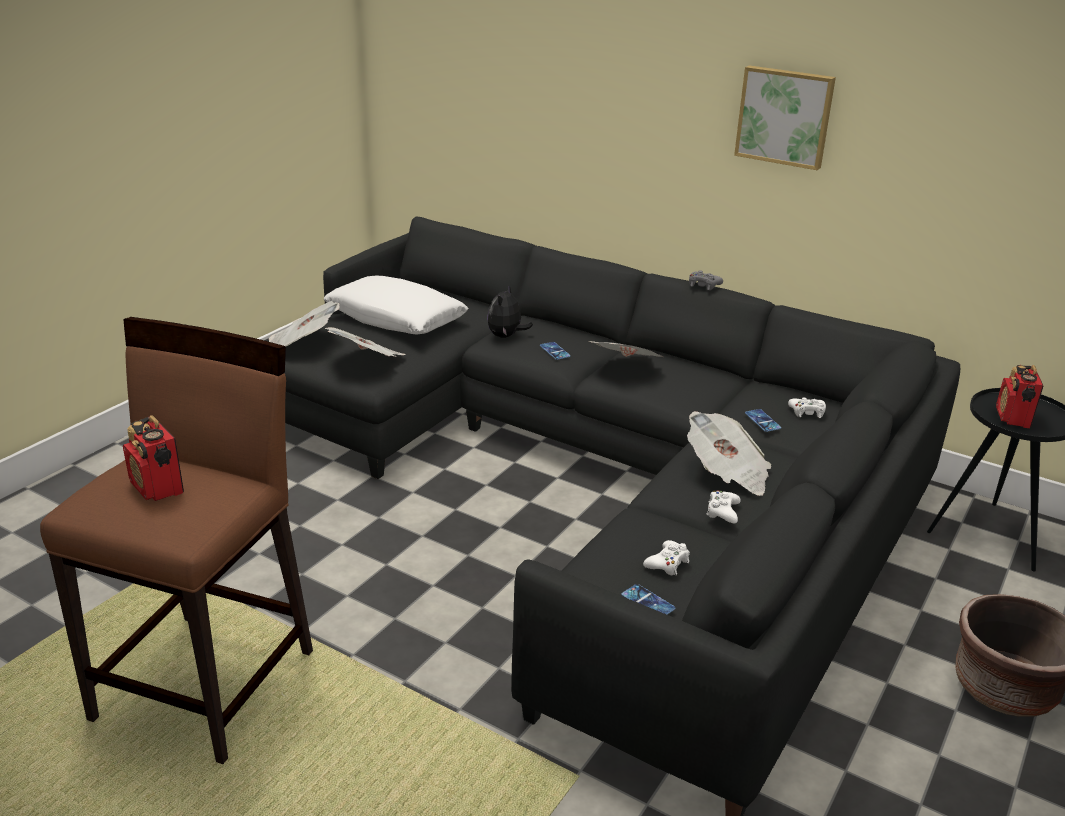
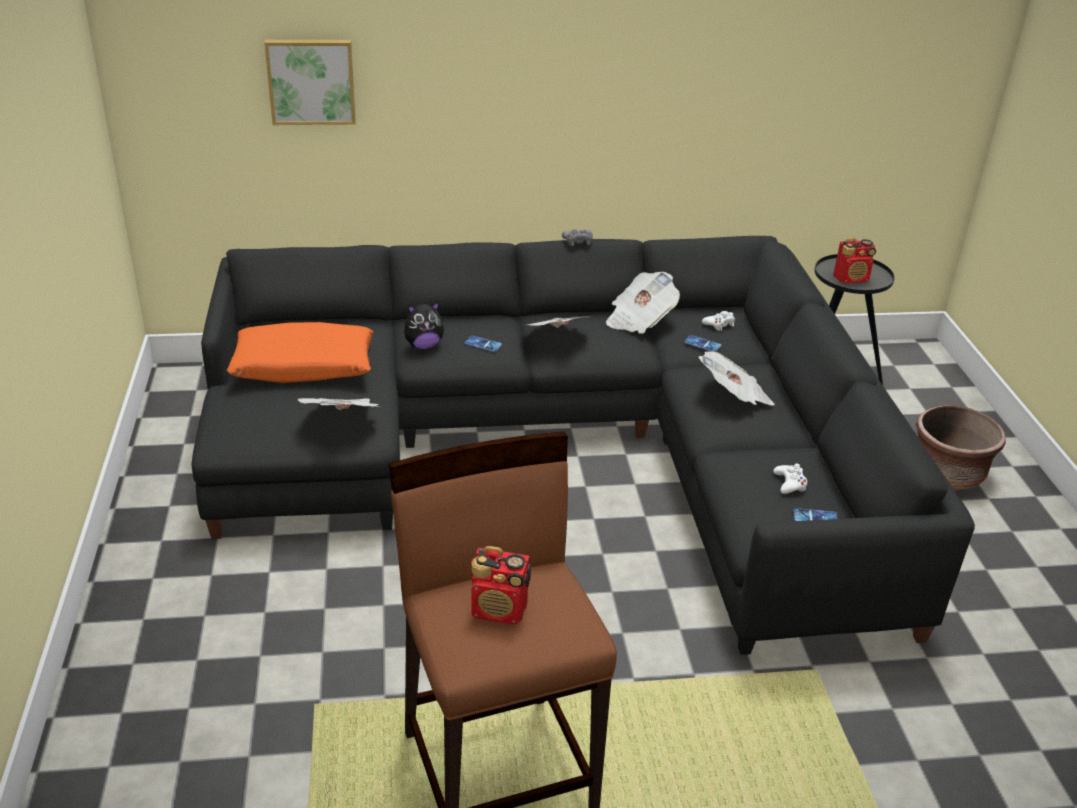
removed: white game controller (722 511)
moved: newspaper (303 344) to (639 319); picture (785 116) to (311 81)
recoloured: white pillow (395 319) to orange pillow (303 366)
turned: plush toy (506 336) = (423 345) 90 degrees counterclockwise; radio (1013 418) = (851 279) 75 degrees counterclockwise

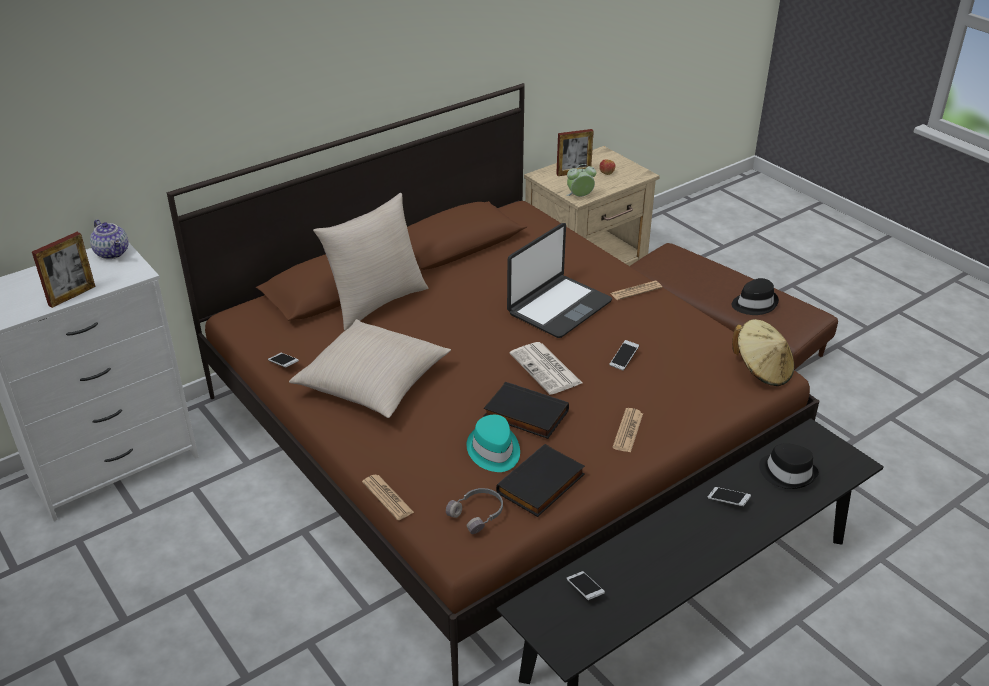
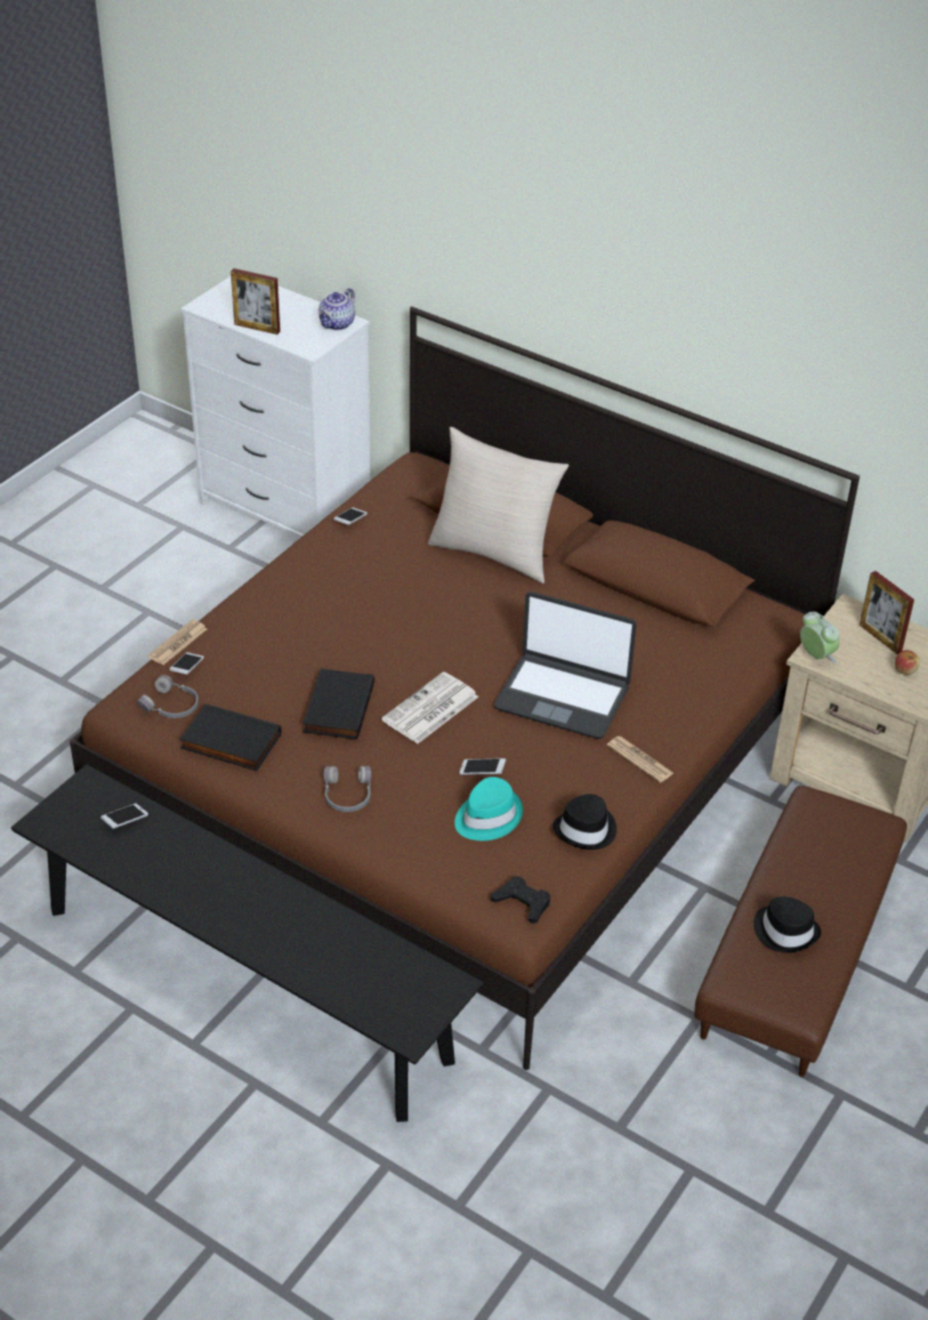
removed: beige pillow (372 383)
moved: turquoise hat (493 451) to (487 817); phone (728 501) to (187 668); black hat (787 473) to (586 830)
replaced: newspaper (628 431) to grey headphones (347 795); beige hat (762 370) to black game controller (522 903)

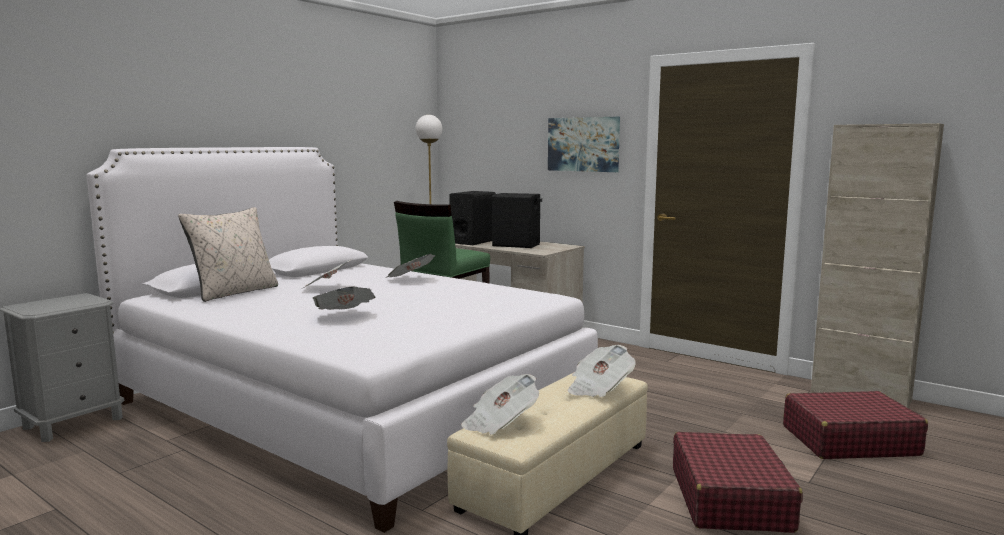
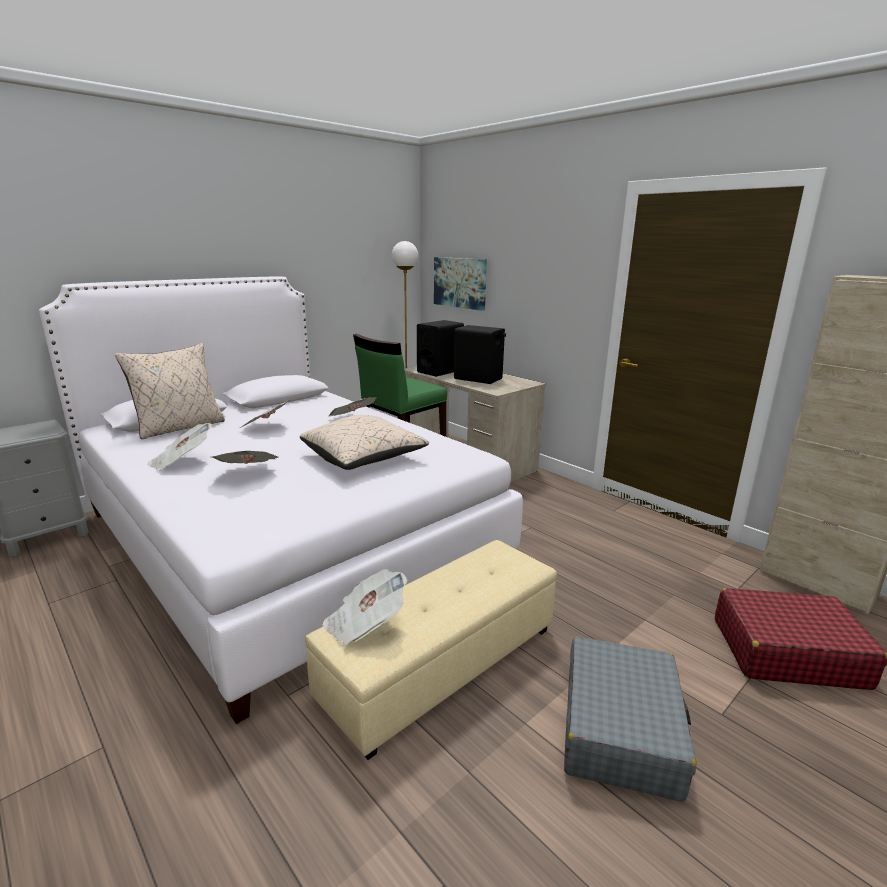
added: beige pillow (364 458)
moved: picture (583 144) to (460 282); newspaper (599 388) to (182 462)
recoloured: red suitcase (730 498) to grey suitcase (620 728)

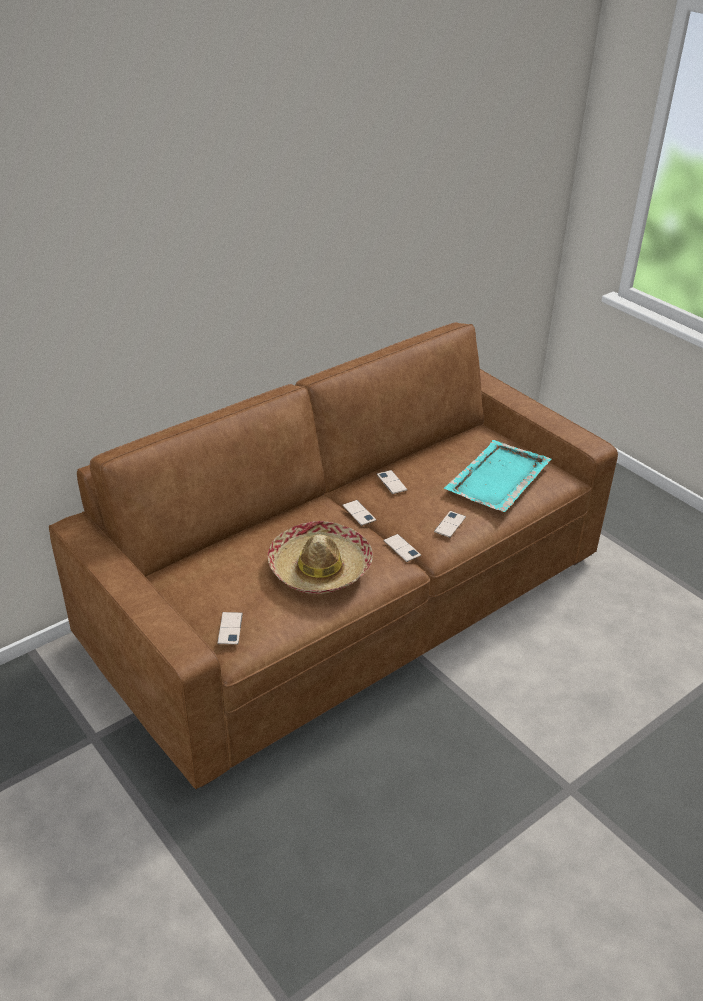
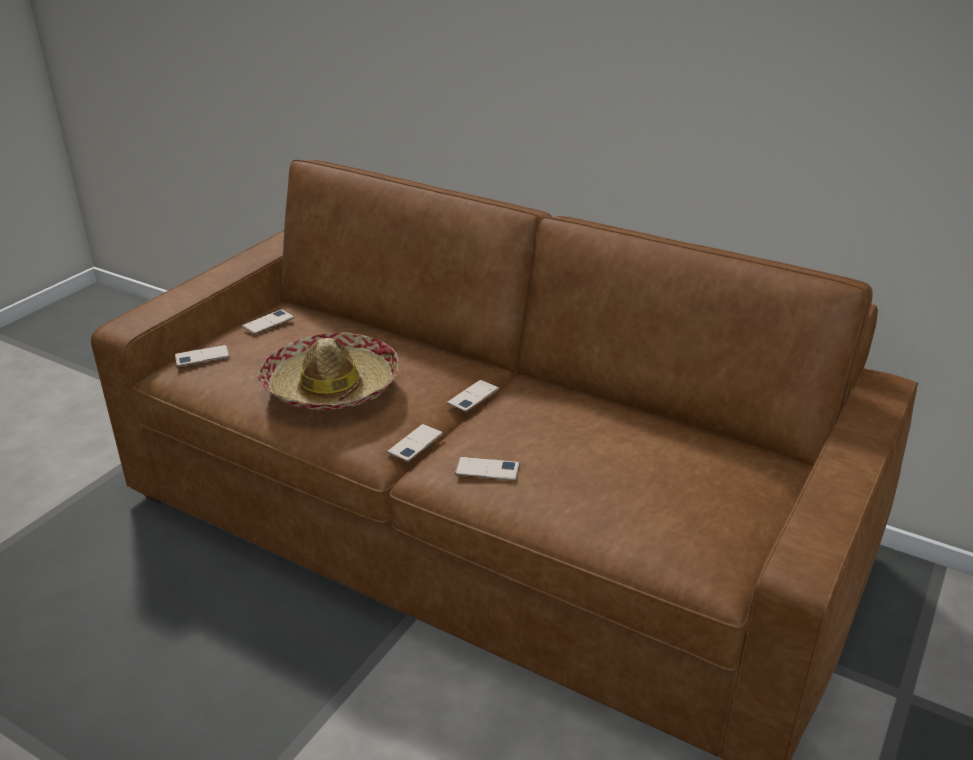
removed: turquoise tray (497 479)
moved: phone (391 482) to (268 322)

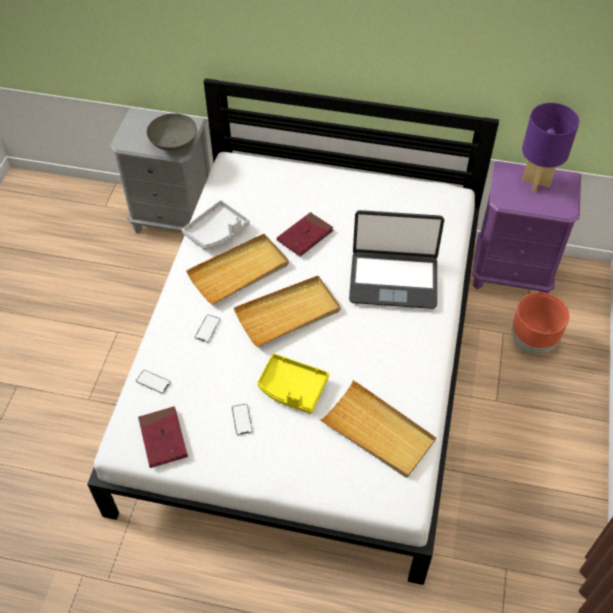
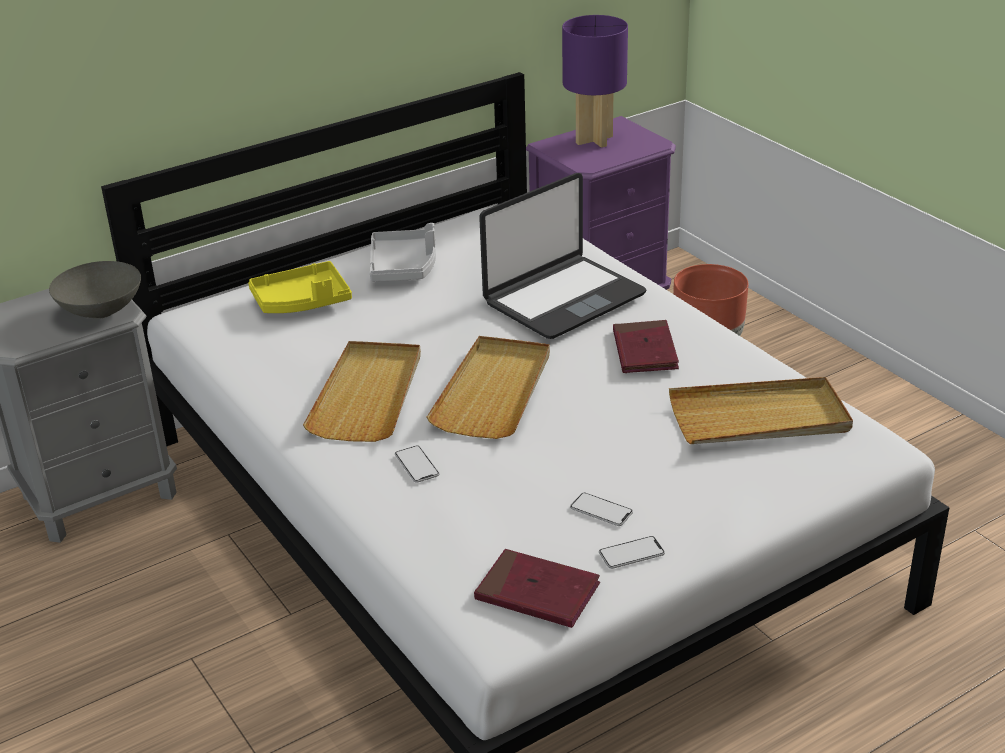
moved: phone (153 382) to (631 553); grey tray (217 232) to (404 266); yellow tray (292 388) to (302 301); red book (305 236) to (644 351)

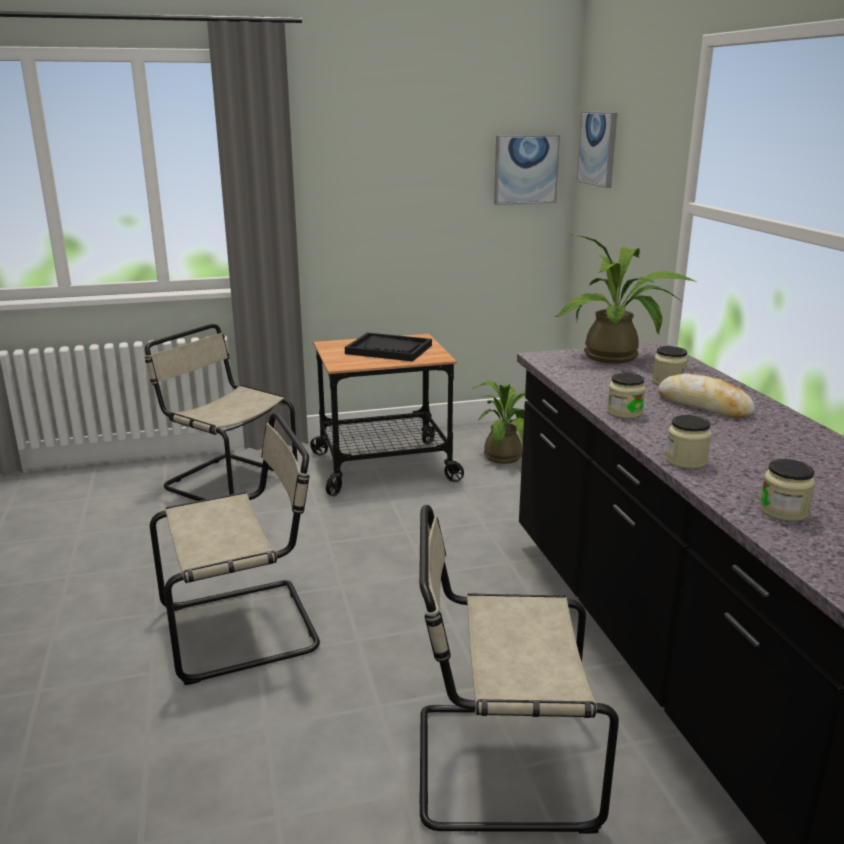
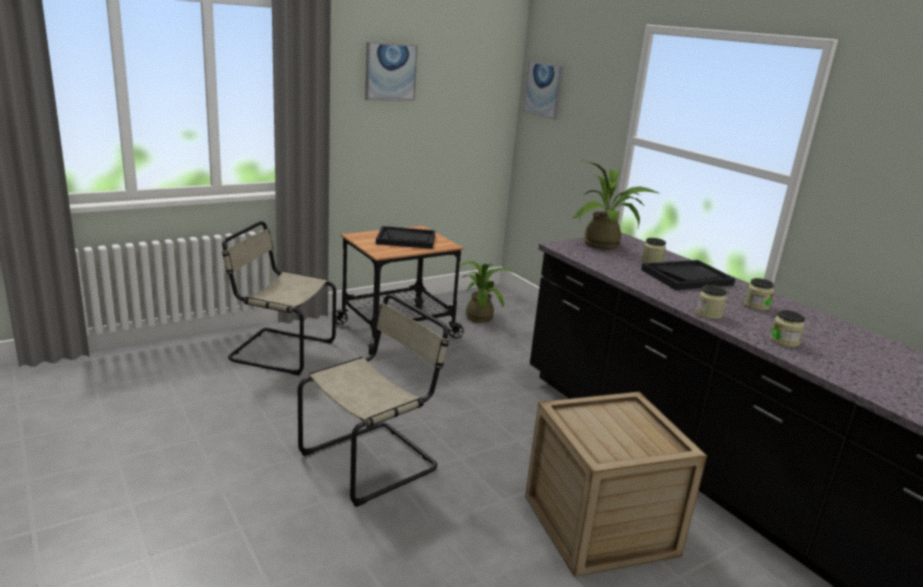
moved: picture (525 169) to (390 71); jar (624 412) to (756 306)
replaced: beige chair (496 765) to crate (599 525); bread (704 406) to black tray (686 277)

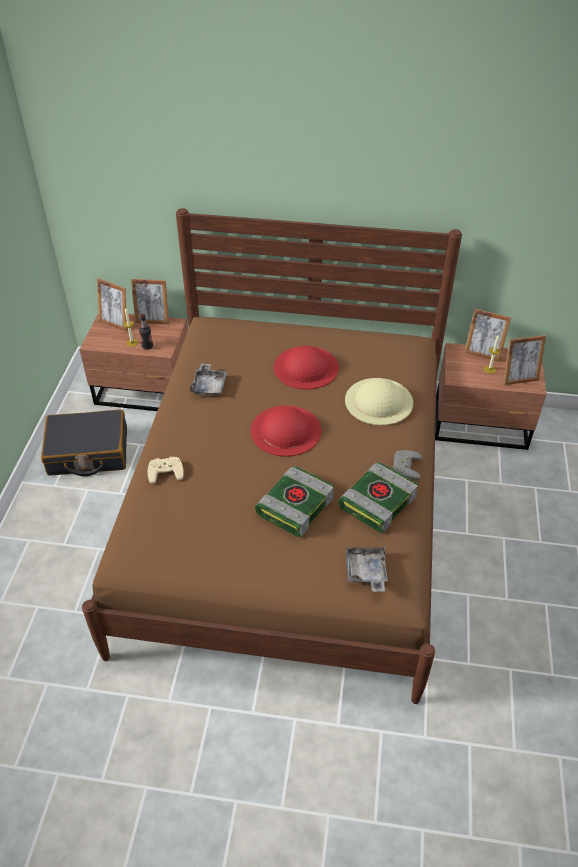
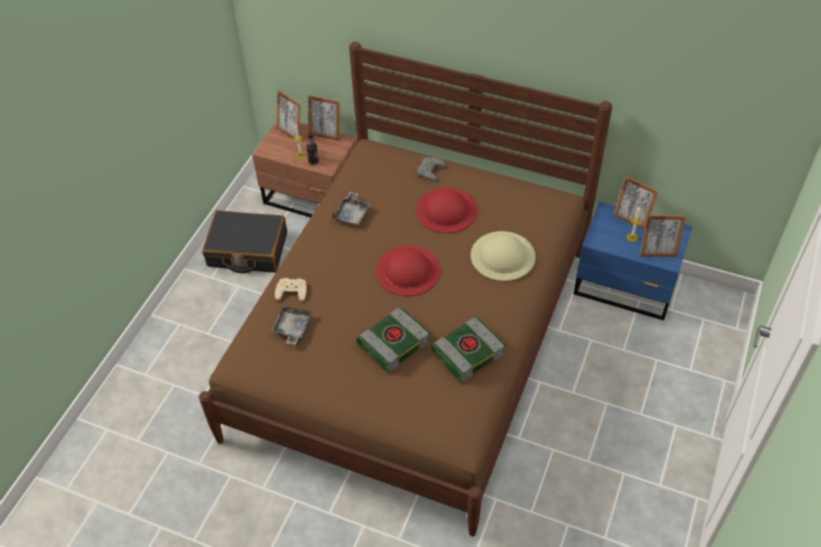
moved: grey tray (366 572) to (292 328); grey game controller (404 466) to (428 170)
recoloured: brown nightstand (481 425) to blue nightstand (626 287)

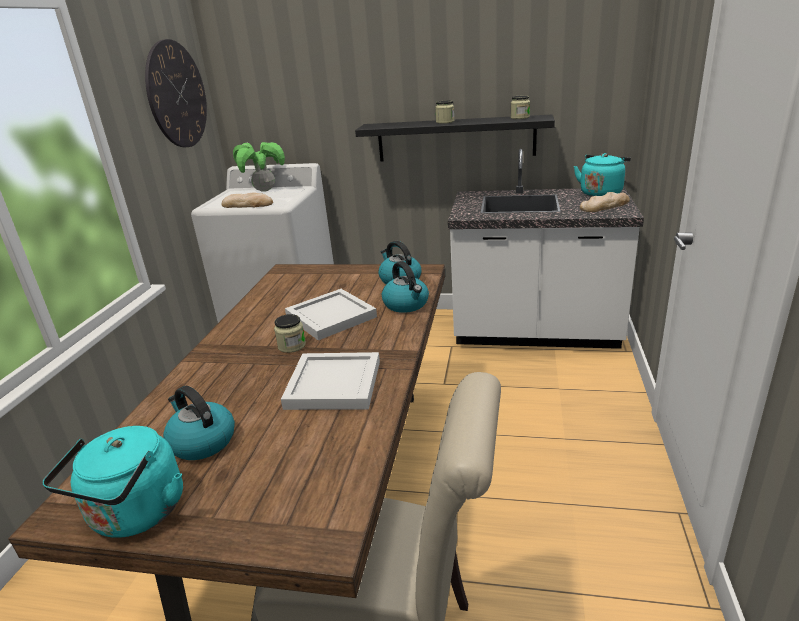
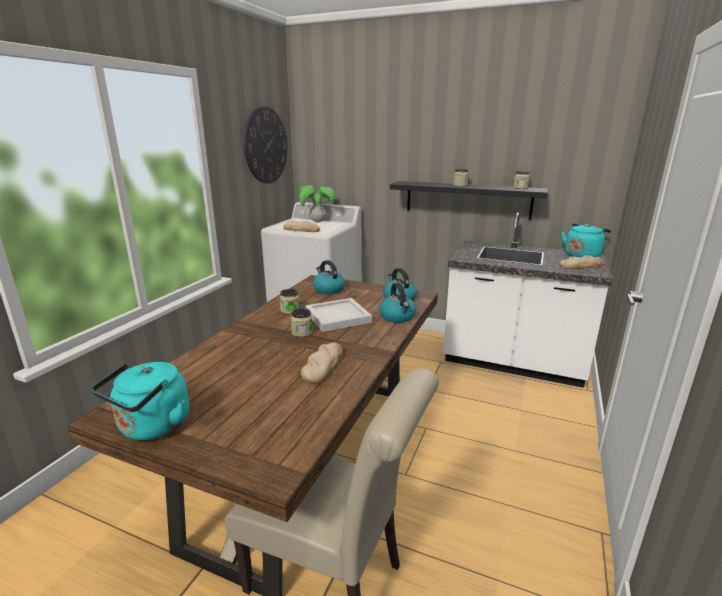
added: jar (290 310)
moved: kettle (202 442) to (328 289)
replaced: white tray (335 385) to bread (323 365)

